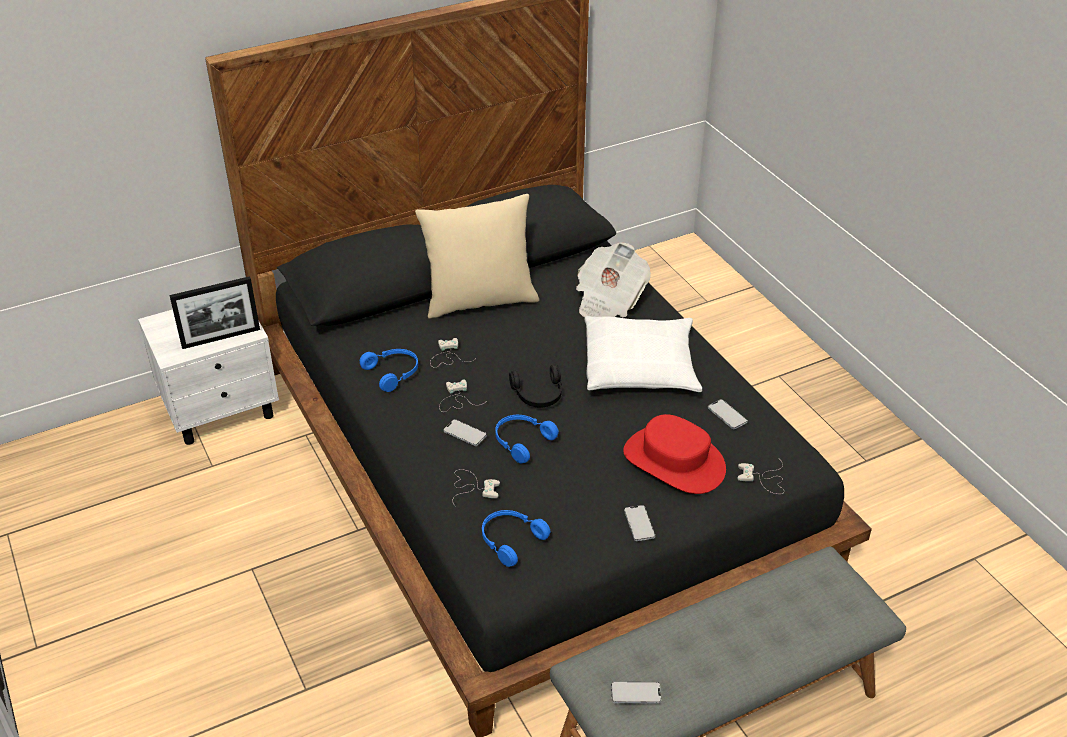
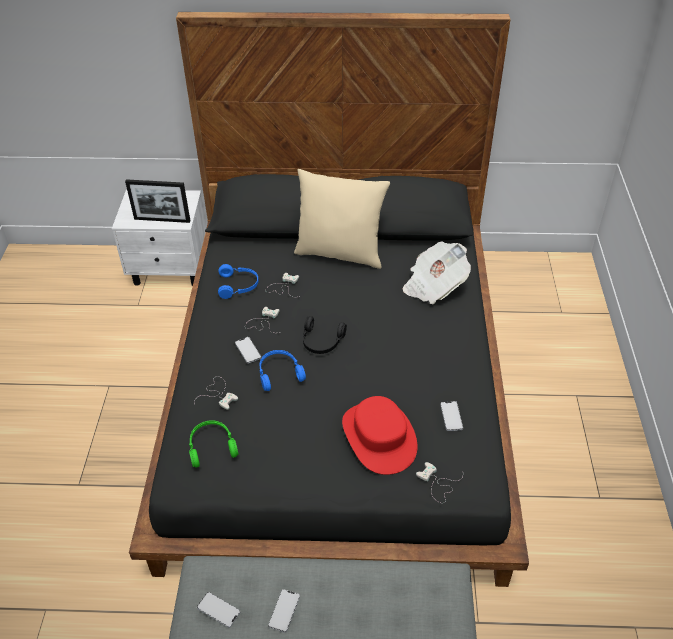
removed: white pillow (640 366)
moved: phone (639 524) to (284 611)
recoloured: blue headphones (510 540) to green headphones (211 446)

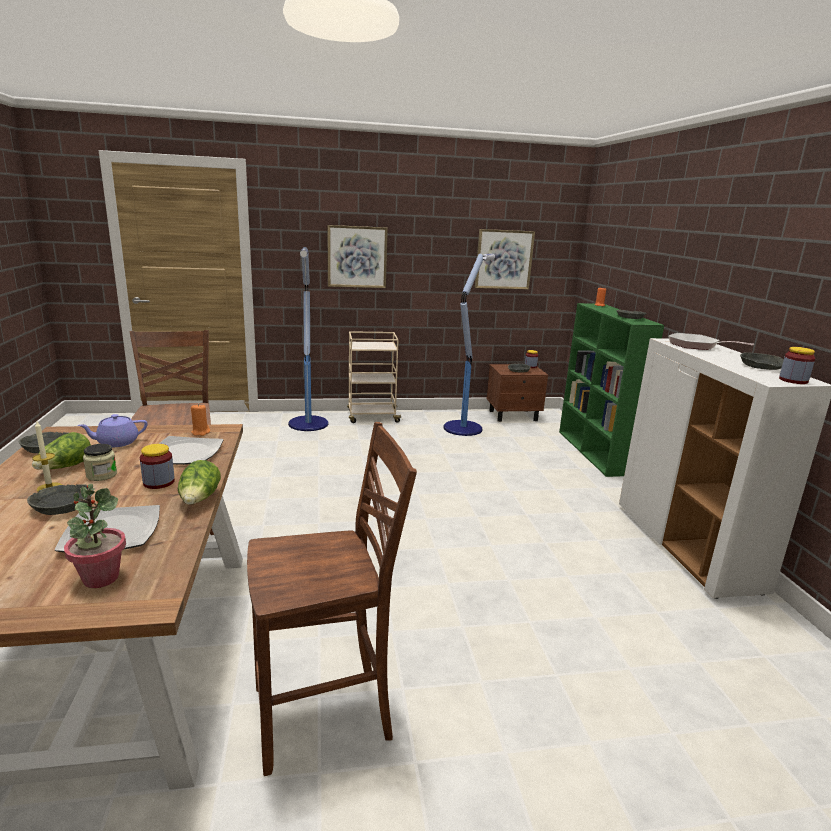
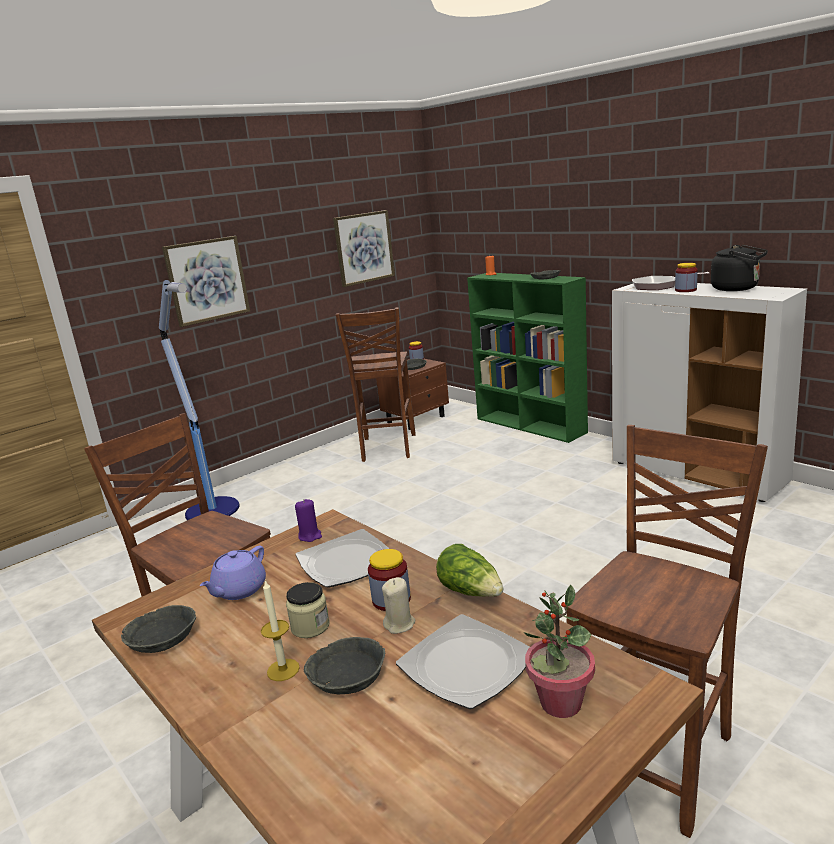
removed: lettuce (65 467); beige cart (372 417)
added: beige candle (399 624)
moved: jar (793 380) to (685 290)
replaced: floor lamp (463 428) to brown chair (387 448); grey bowl (761 366) to black kettle (737 288)
recoloured: orange candle (200 432) to purple candle (310 536)

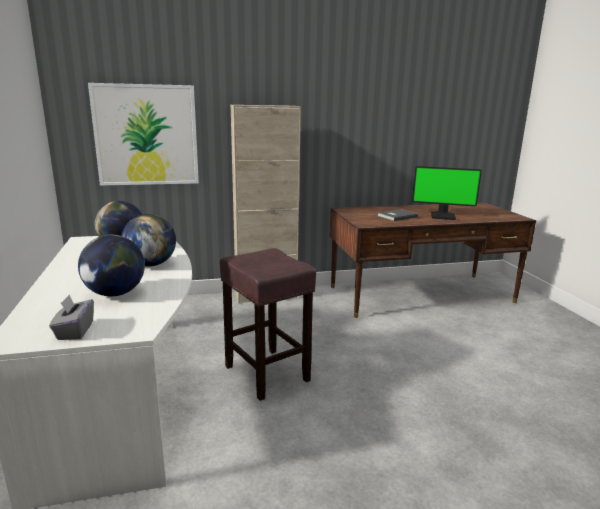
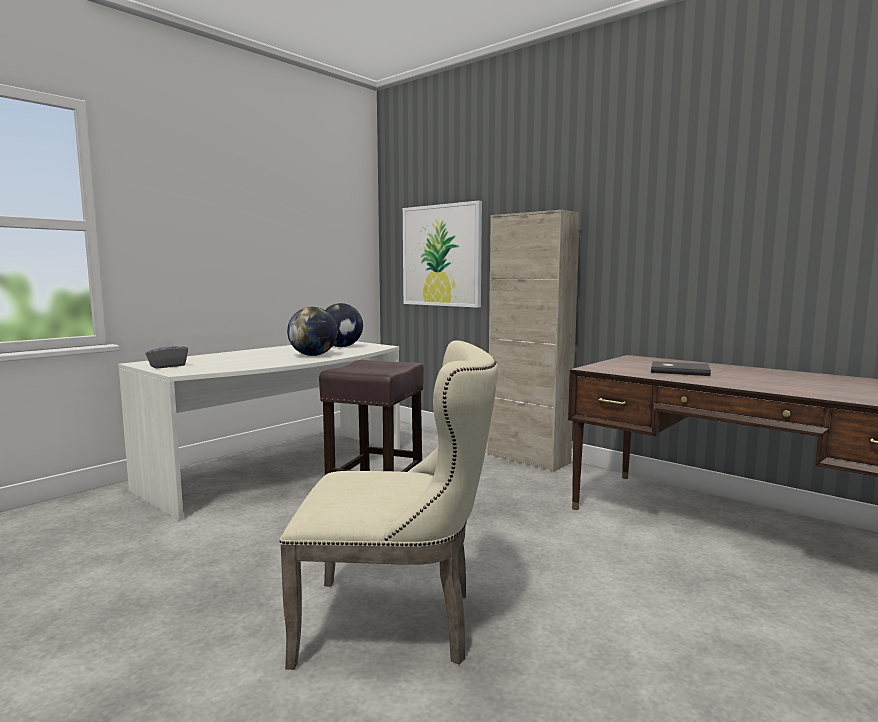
removed: globe (115 294); monitor (443 216)
added: beige chair (399 623)

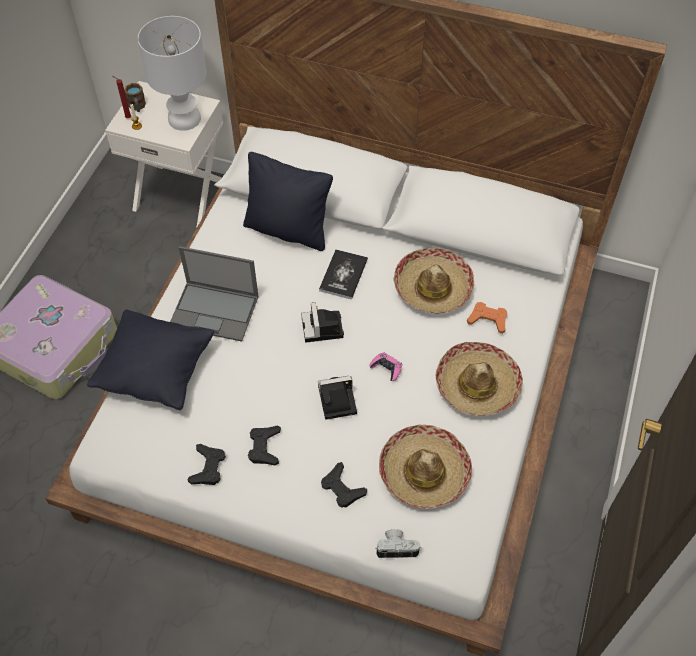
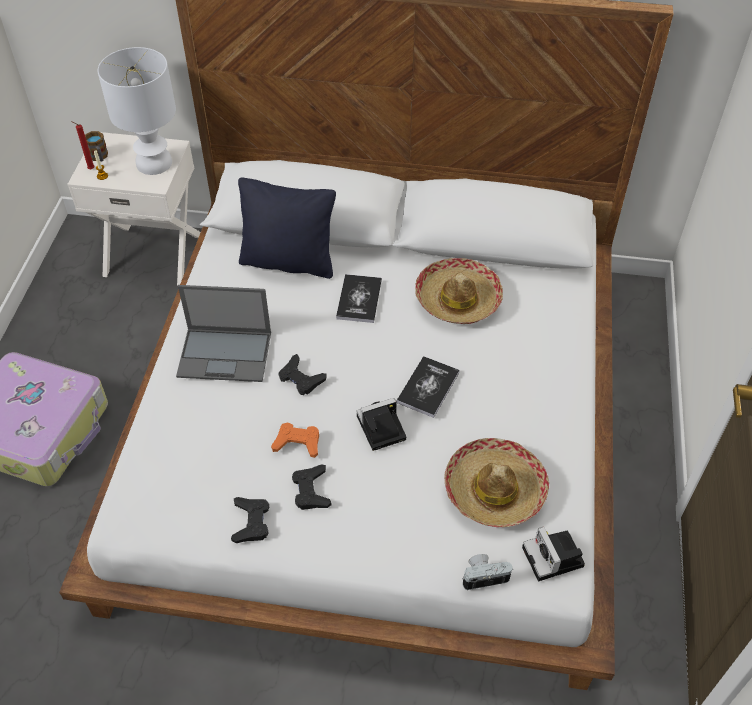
removed: black pillow (156 372); hat (477 385)
moved: photo camera (323 329) to (554 558); black game controller (342 488) to (301 378); orange game controller (488 320) to (297 443)
replaced: pink game controller (386 368) to book (428 387)

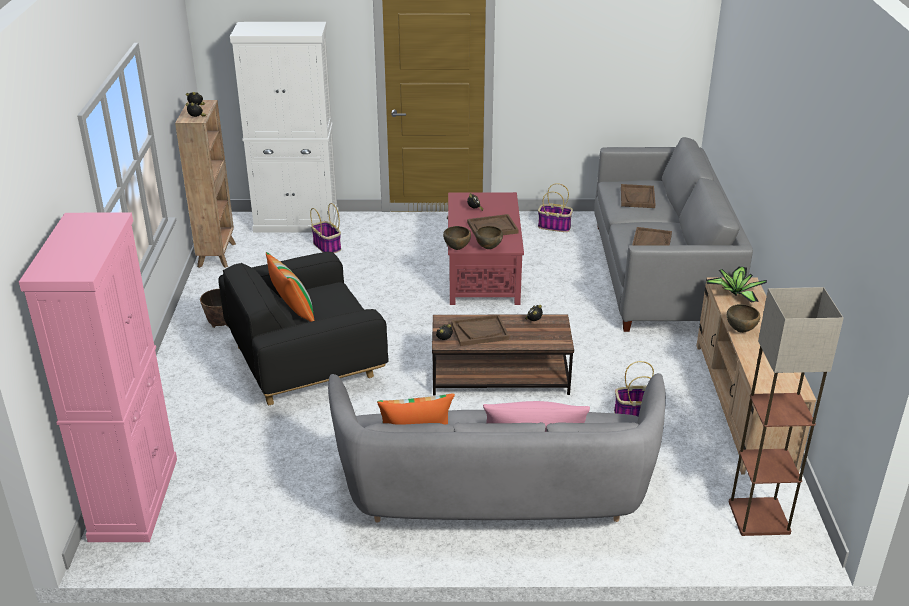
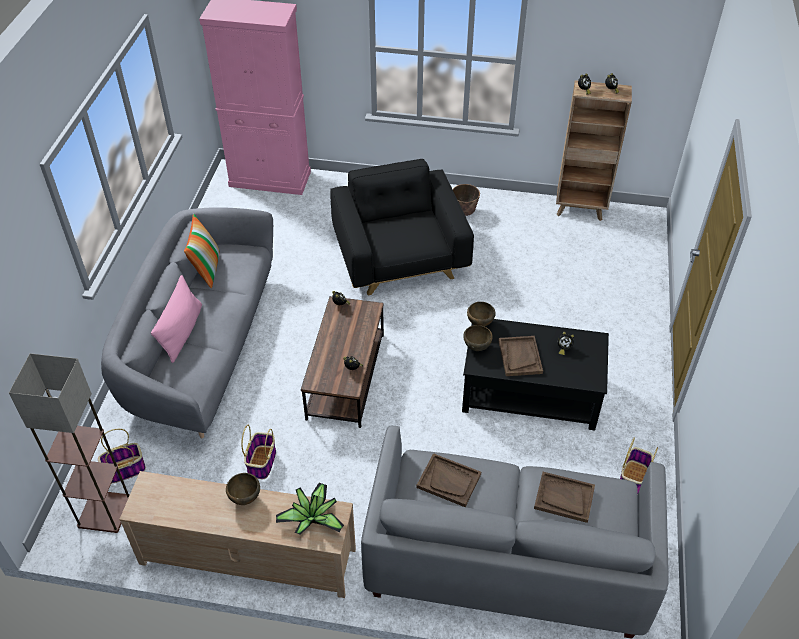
removed: white cabinet (297 222); pillow (293 312); brown tray (480 332)
moved: basket (327 246) to (124 470)
recoloured: red coffee table (482 272) to black coffee table (530 392)

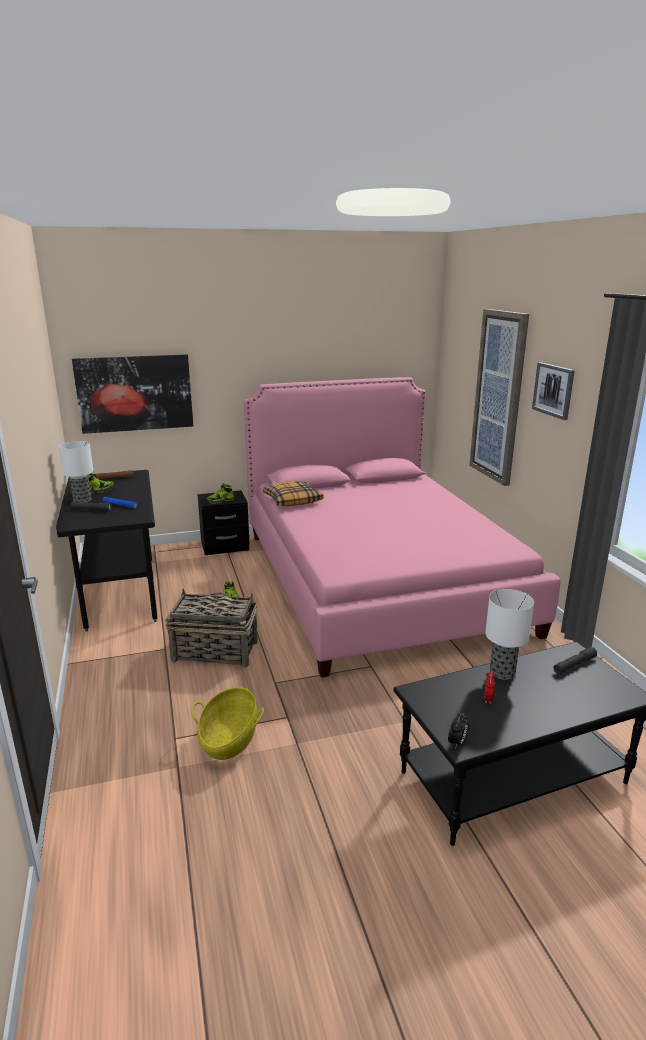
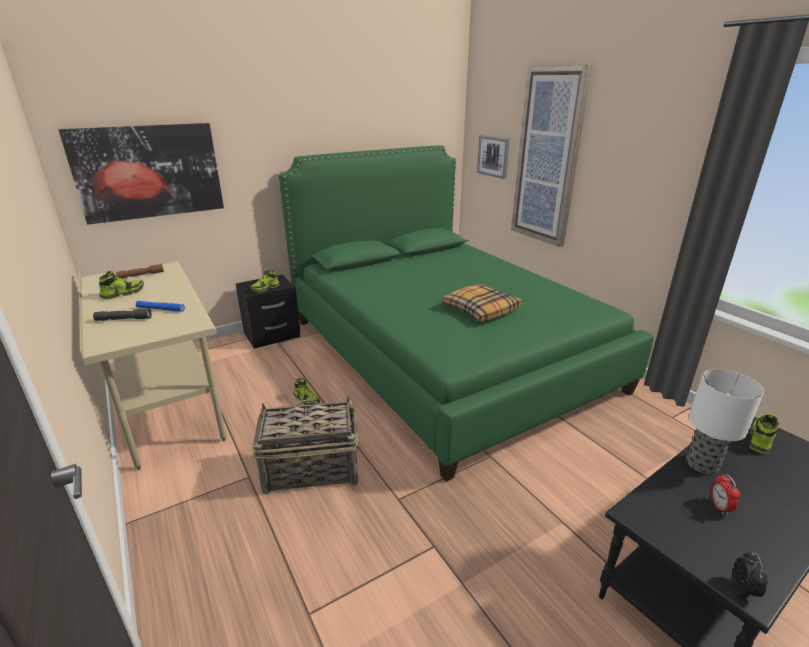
removed: table lamp (82 500); basket (229 739)
moved: pillow (292 500) to (480 310); picture (553 390) to (493 156)
replaced: grey flashlight (574 665) to shoe (760 439)
recoloured: black desk (121 593) to beige desk (169 409); pink bed (376 579) to green bed (444 353)

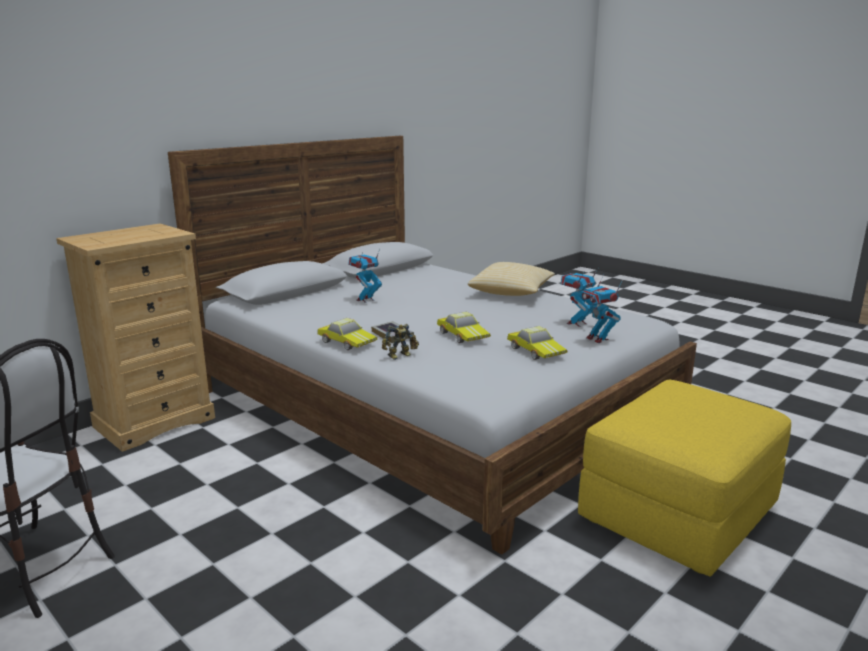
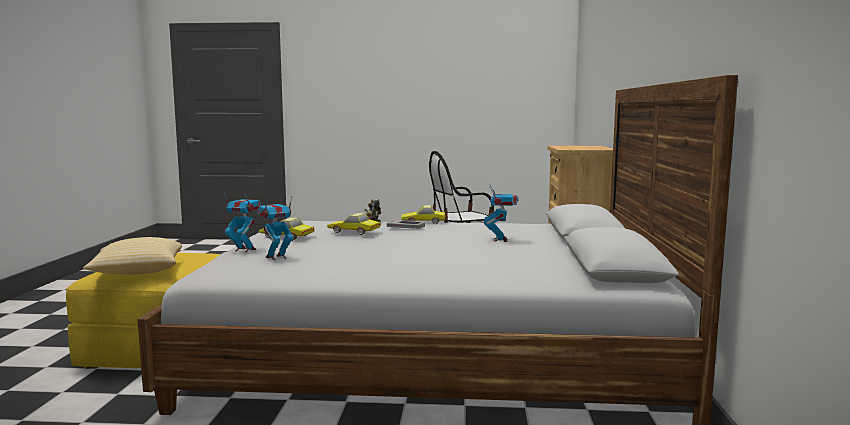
moved: pillow (511 293) to (137 272)
turned: toy robot (577 323) = (276 257) 135 degrees counterclockwise

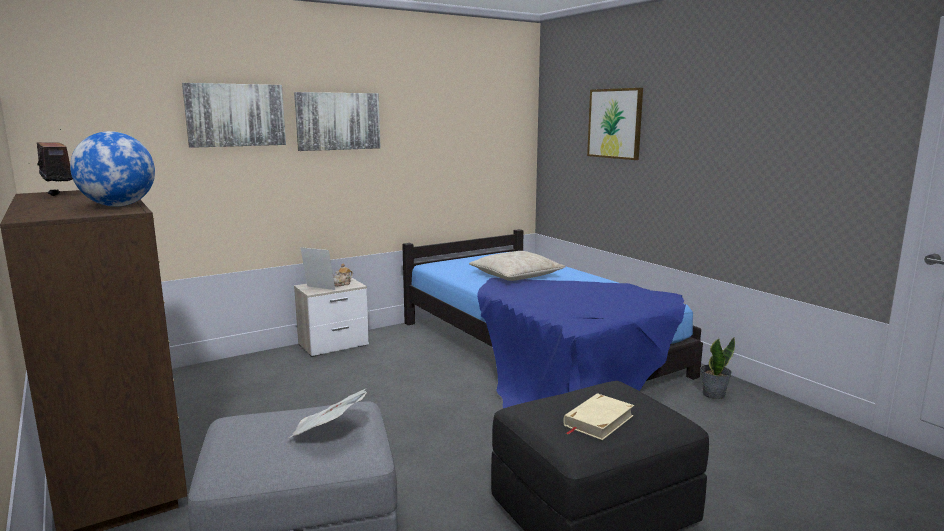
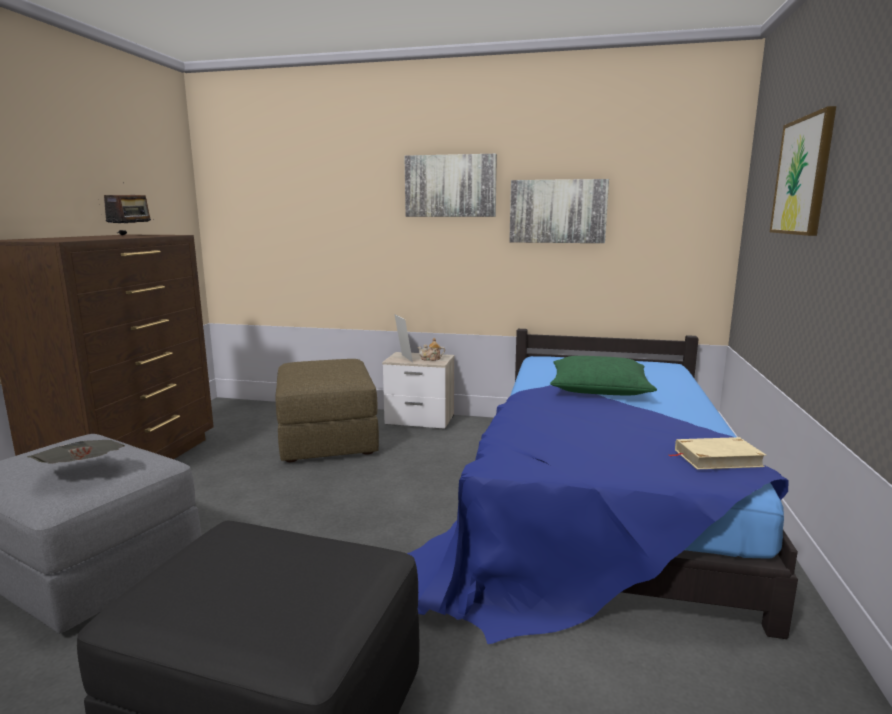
removed: globe (119 206); potted plant (713 394)
added: brown ottoman (327 439)
moved: picture (235 115) to (557 211); beige book (598 420) to (717 458)
recoloured: beige pillow (516 276) to green pillow (599 389)

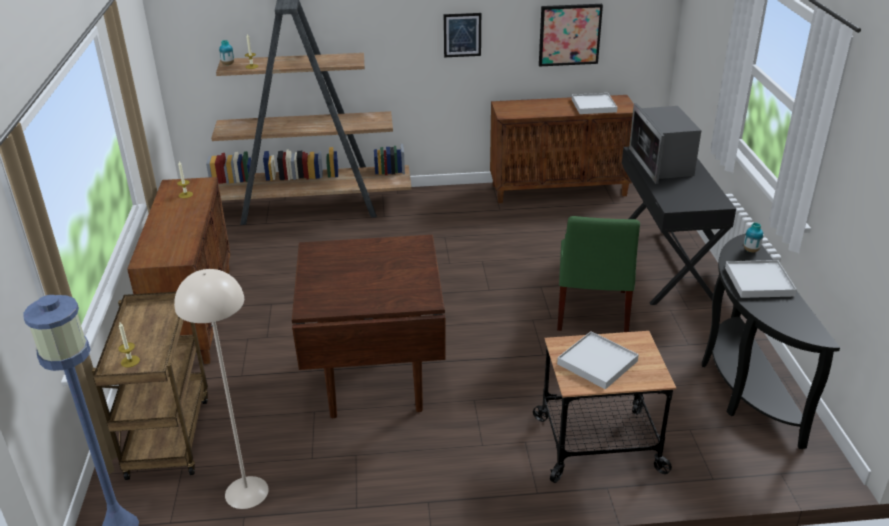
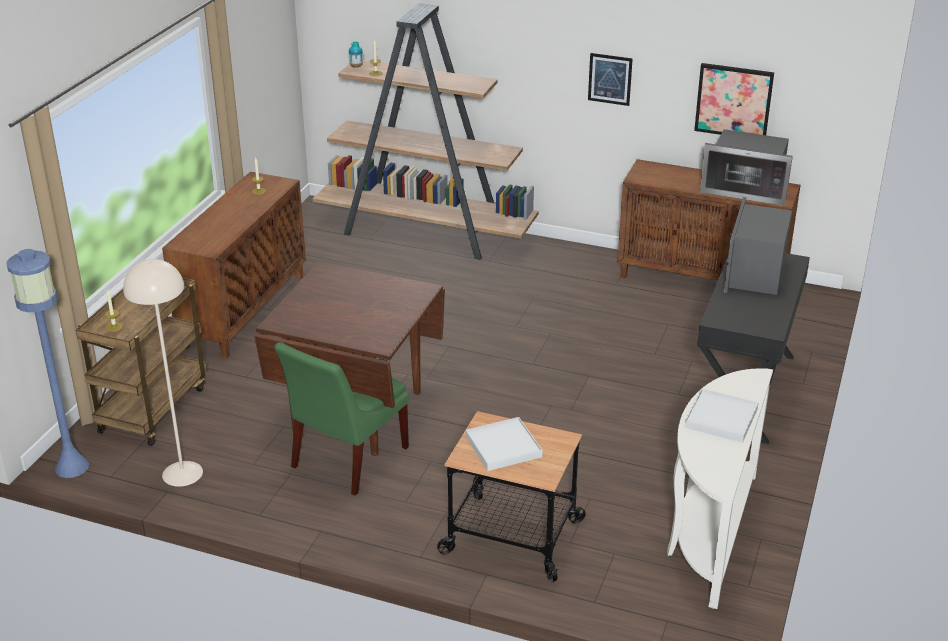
removed: vase (751 250)
moved: green chair (591 312) to (346 459)
replaced: white tray (593 106) to microwave (746 189)
recoloured: black console table (742 386) to white console table (709 533)

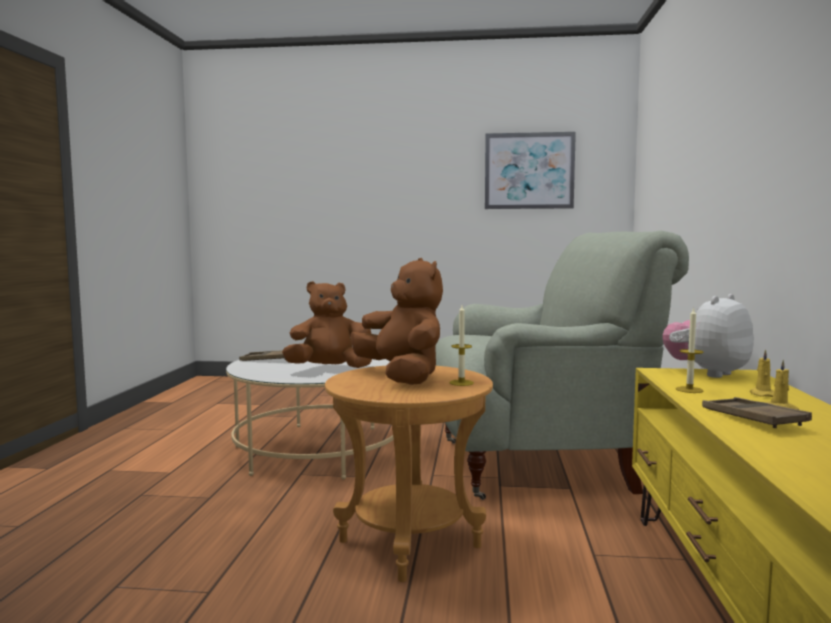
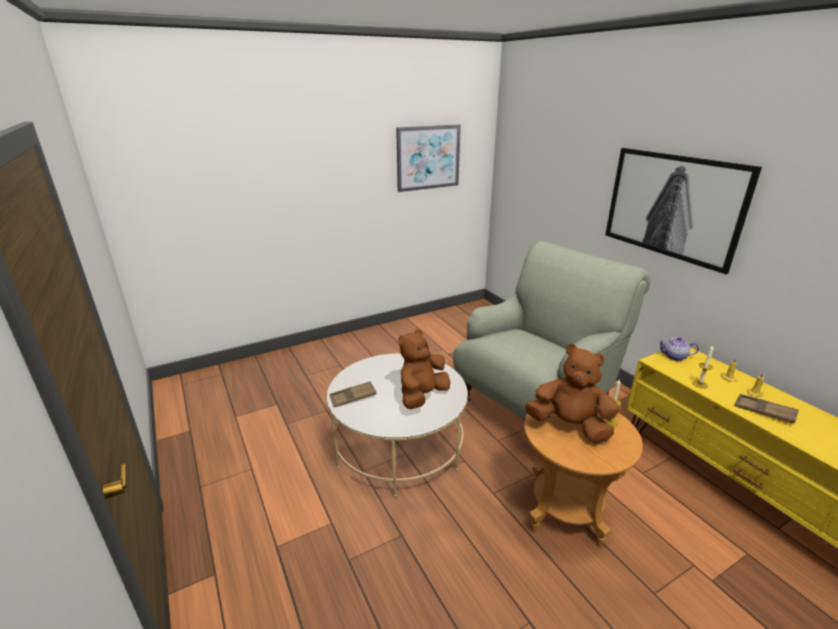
added: picture (672 206)
replaced: plush toy (707 373) to teapot (674 357)

